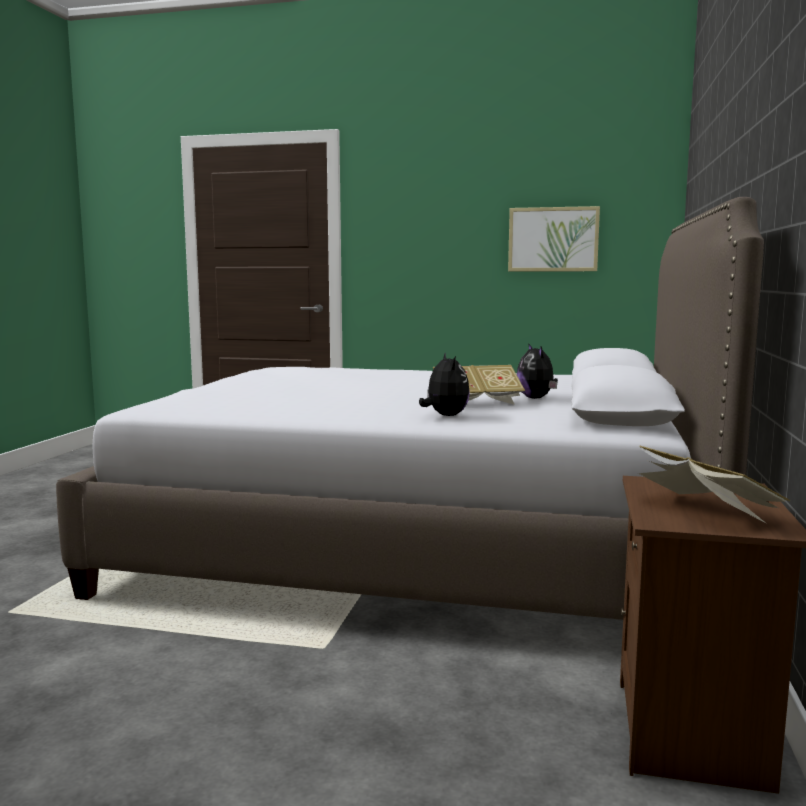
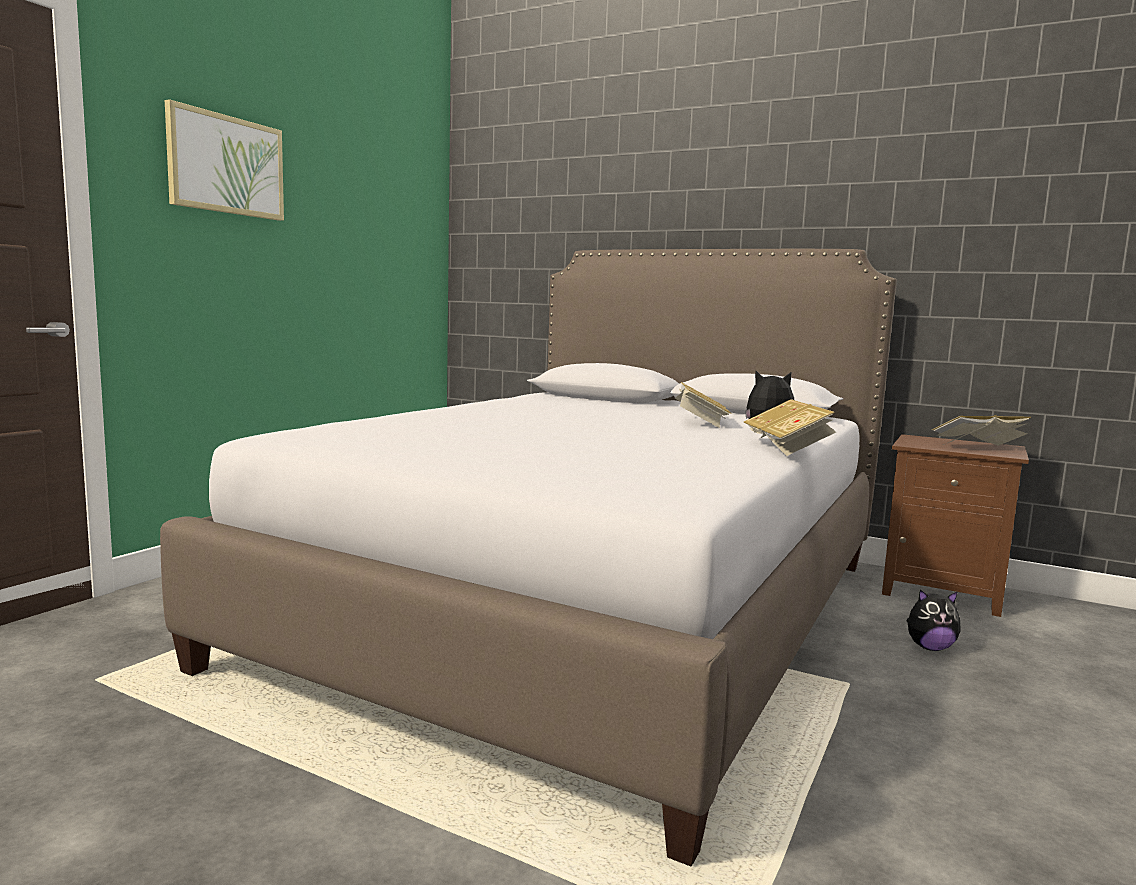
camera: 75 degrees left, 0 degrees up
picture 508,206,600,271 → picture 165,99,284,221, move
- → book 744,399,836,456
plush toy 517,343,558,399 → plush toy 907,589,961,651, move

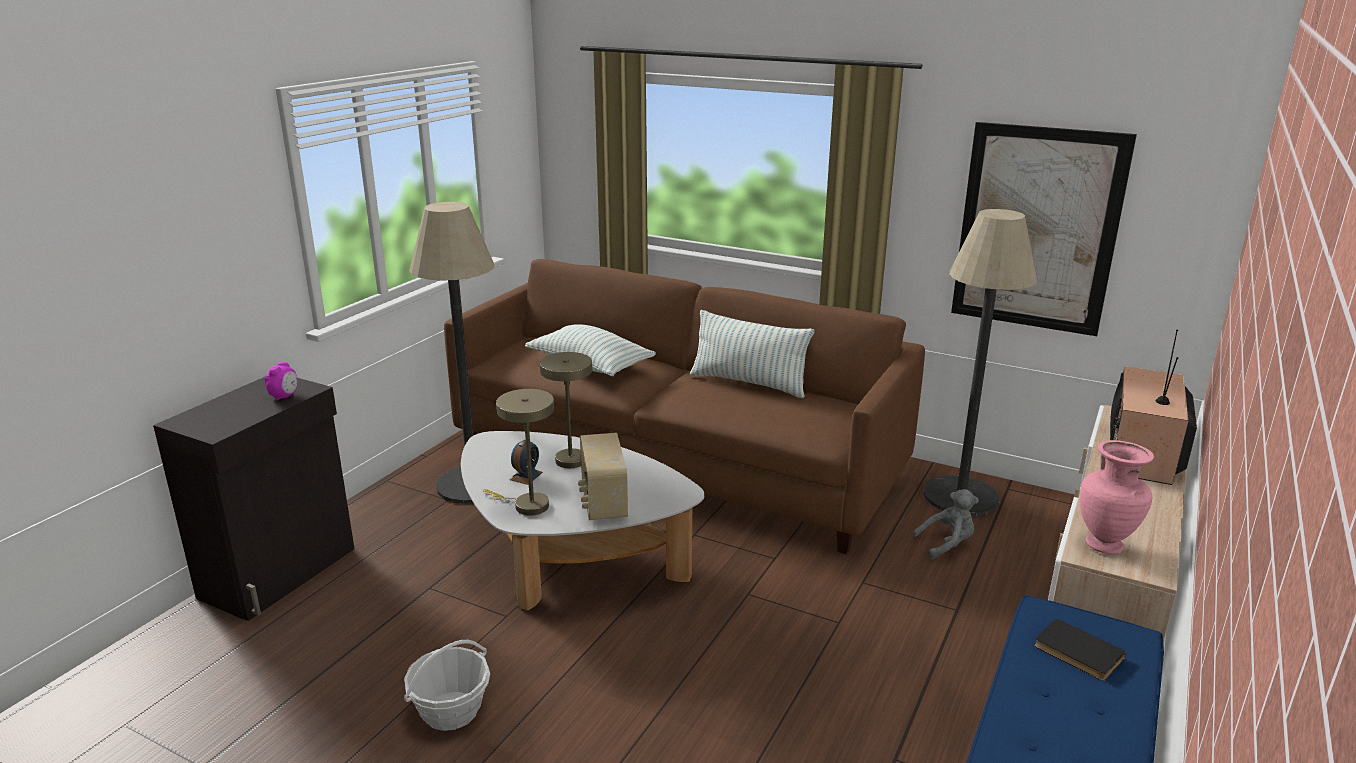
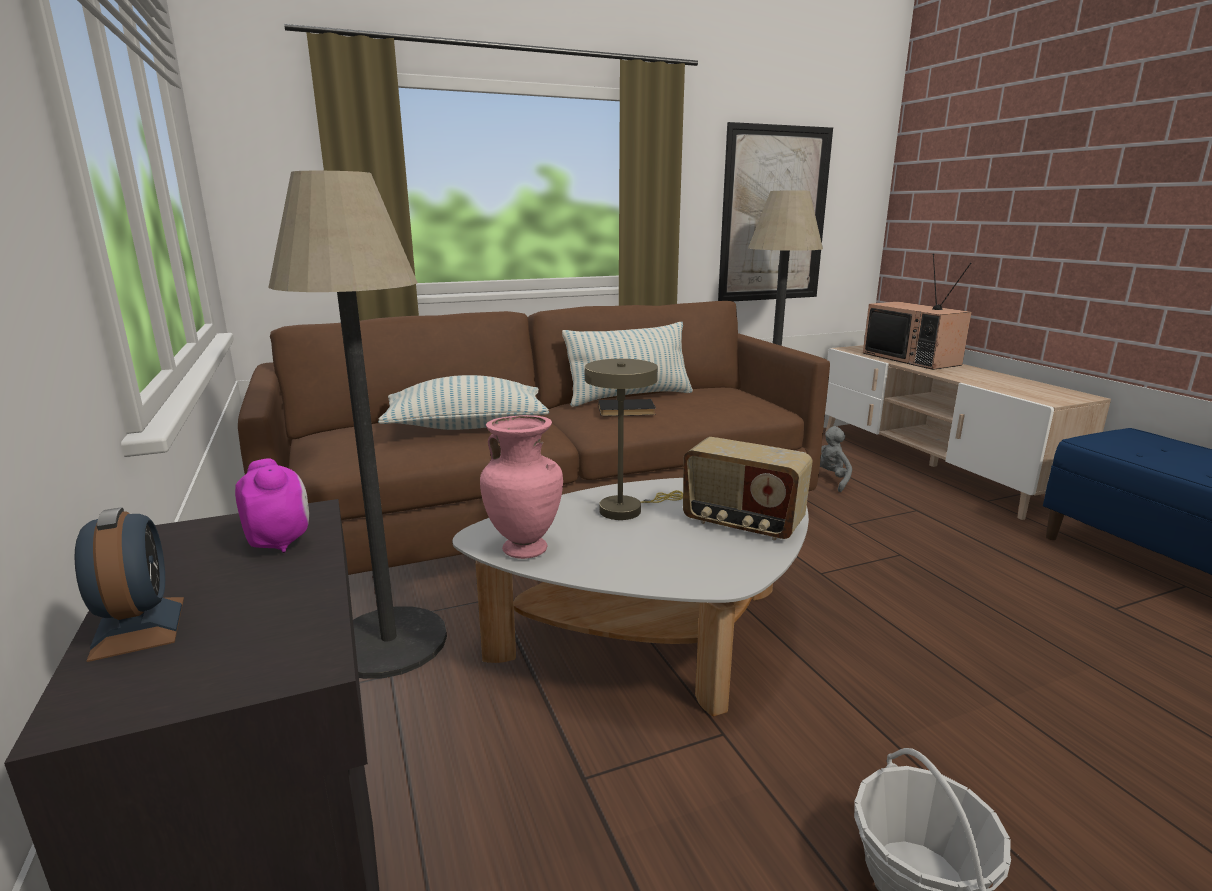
camera: 50 degrees left, 5 degrees down
alarm clock 510,440,543,485 → alarm clock 74,507,184,662, move
pink vase 1080,440,1154,554 → pink vase 480,415,563,559, move
black book 1035,618,1126,681 → black book 598,399,656,416, move
beige table lamp 483,389,554,516 → -

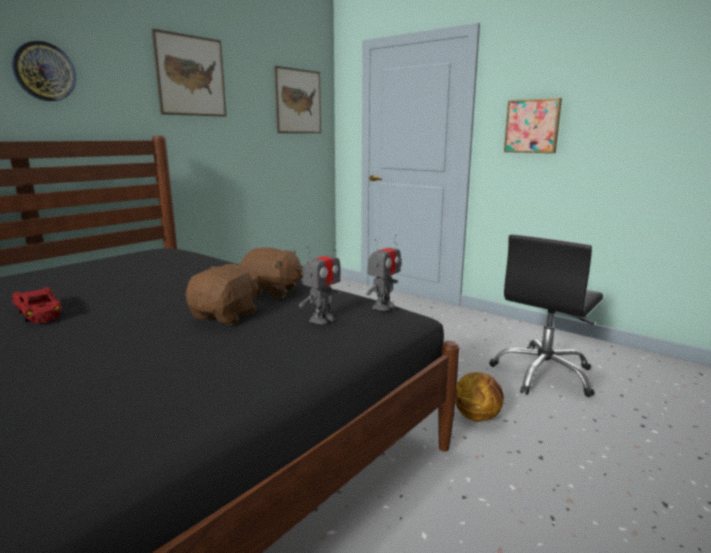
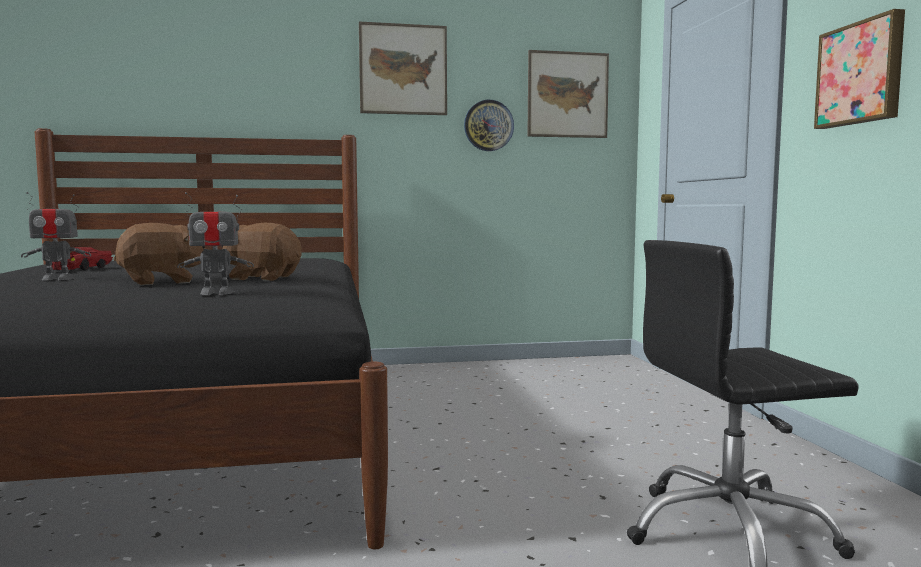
camera: 40 degrees right, 10 degrees down
toy robot 366,235,401,311 → toy robot 21,192,91,280, move
brown plush toy 240,248,303,298 → brown plush toy 222,223,302,281, 135 degrees clockwise
wall clock 12,41,76,101 → wall clock 464,100,514,151, move
basketball 455,372,504,422 → -

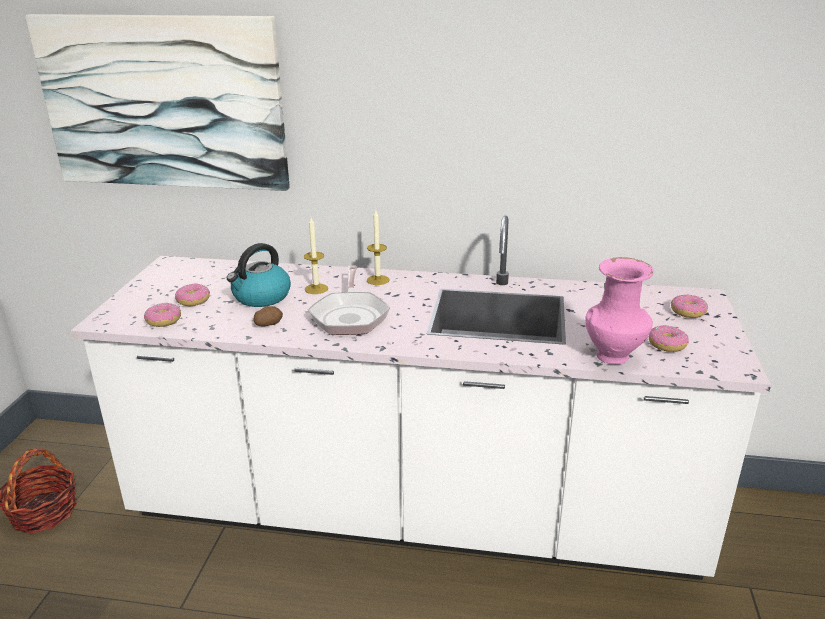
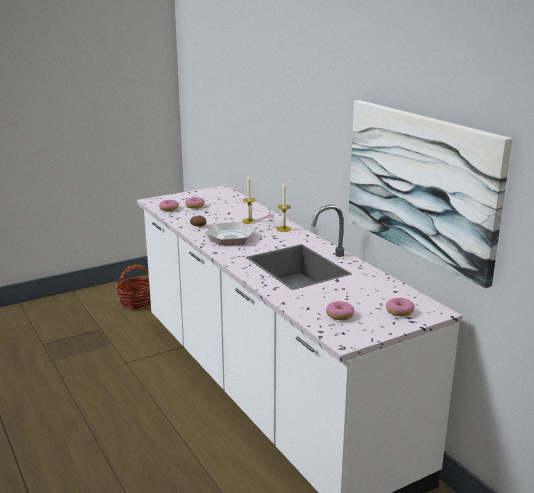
camera: 50 degrees right, 5 degrees down
picture 25,14,290,191 → picture 348,100,512,288, move
kettle 227,243,291,307 → -
pink vase 585,257,654,364 → -

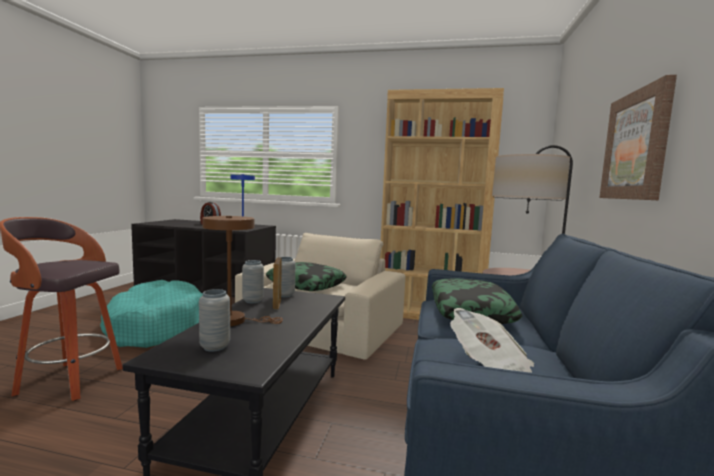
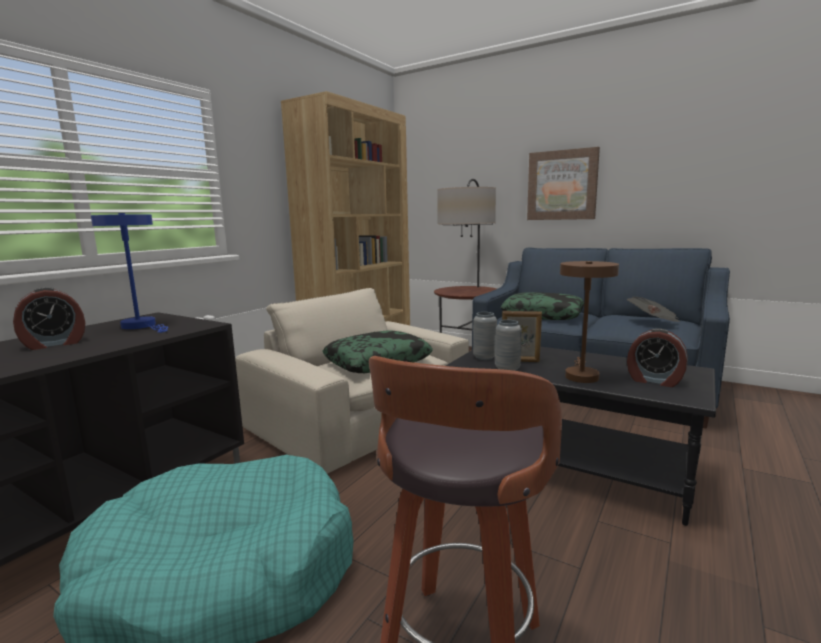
camera: 70 degrees left, 5 degrees up
grey vase 199,289,230,352 → alarm clock 627,328,688,387

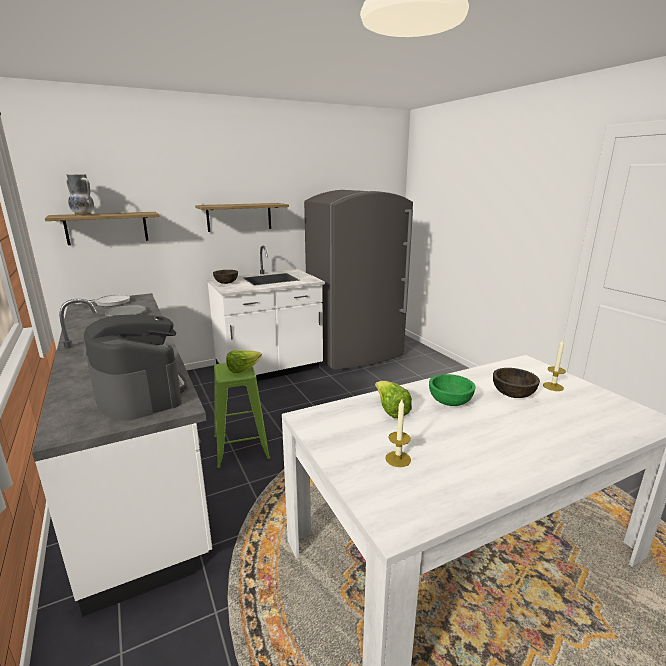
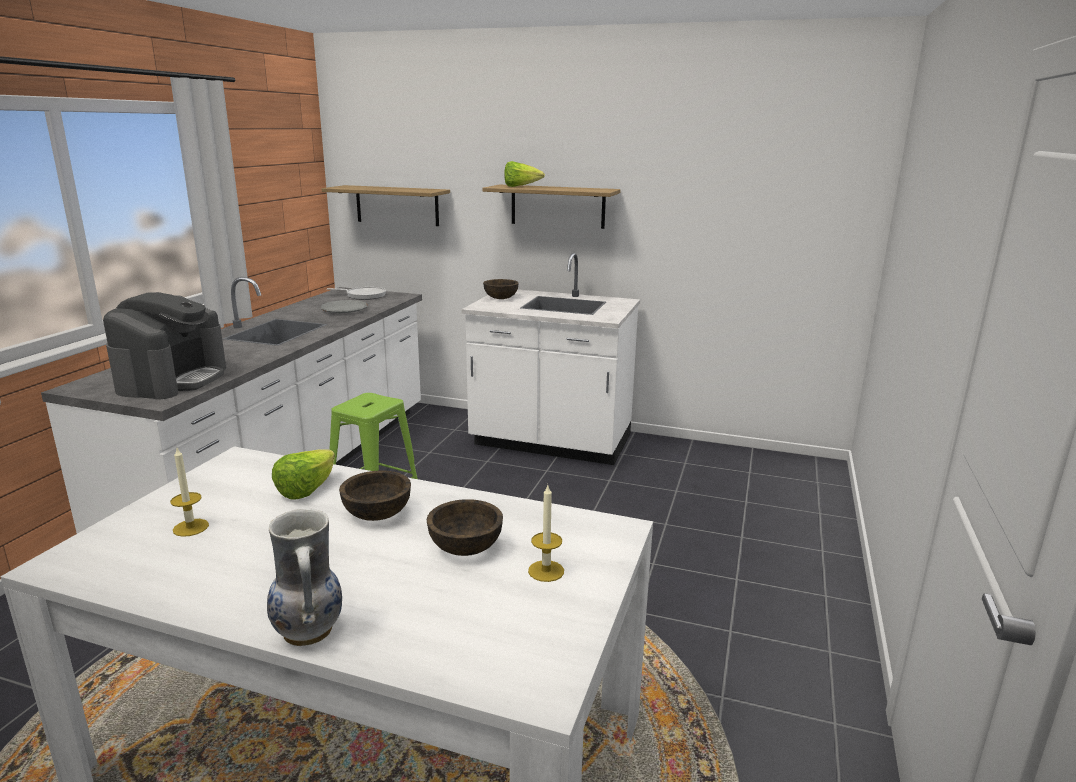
camera: 45 degrees right, 0 degrees up
vase 66,174,94,216 → vase 267,509,342,646, move
green bowl 429,374,476,406 → brown bowl 339,470,411,521
lettuce 226,350,262,373 → lettuce 504,161,545,187, move
grey fridge 304,190,413,370 → -

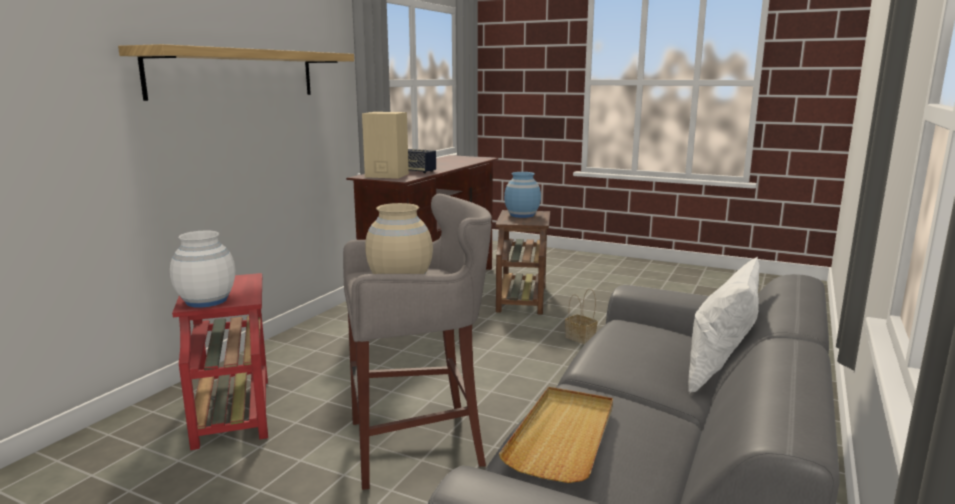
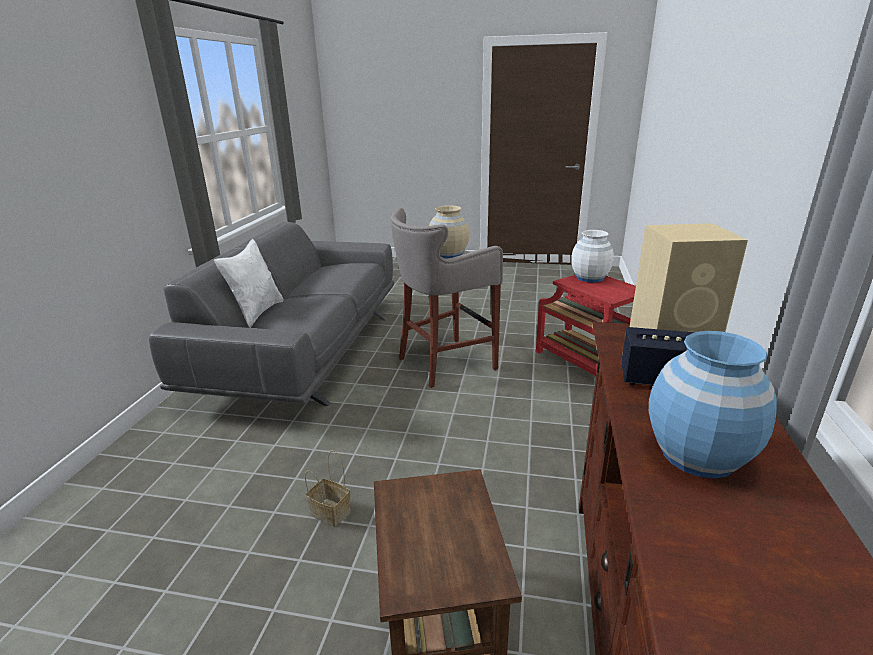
camera: 165 degrees right, 10 degrees up
blue vase 504,172,541,218 → blue vase 649,331,777,479, move
shelf 118,44,354,101 → -
beige tray 499,387,613,483 → -

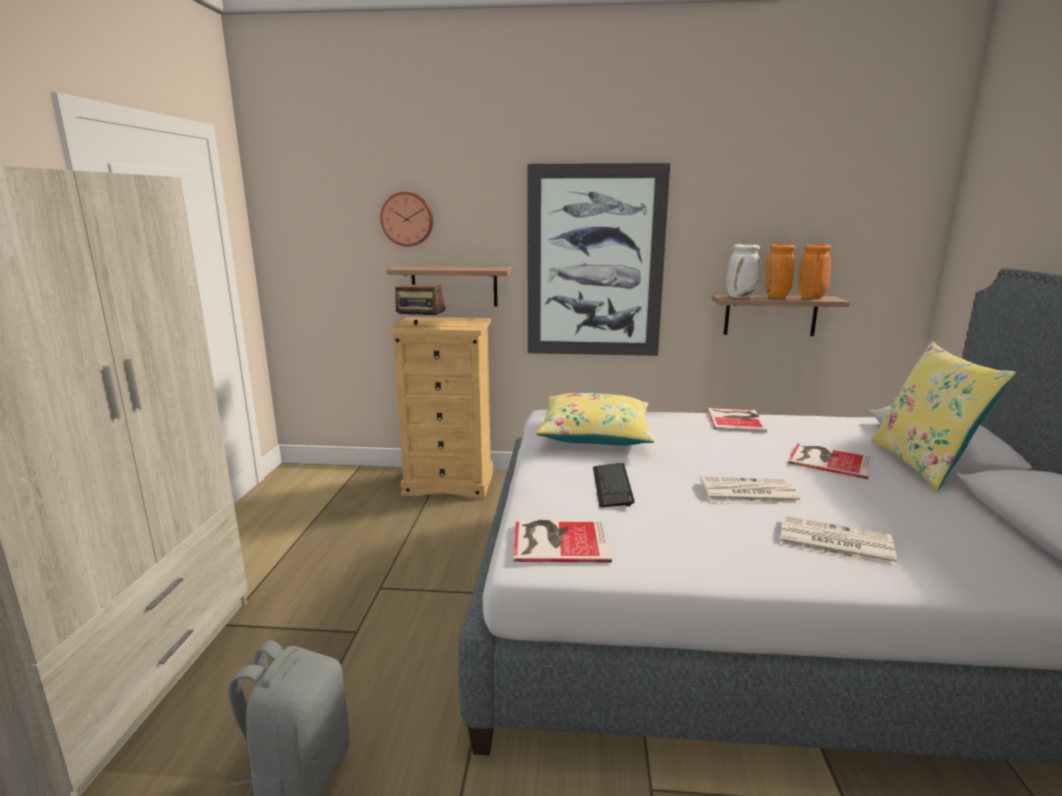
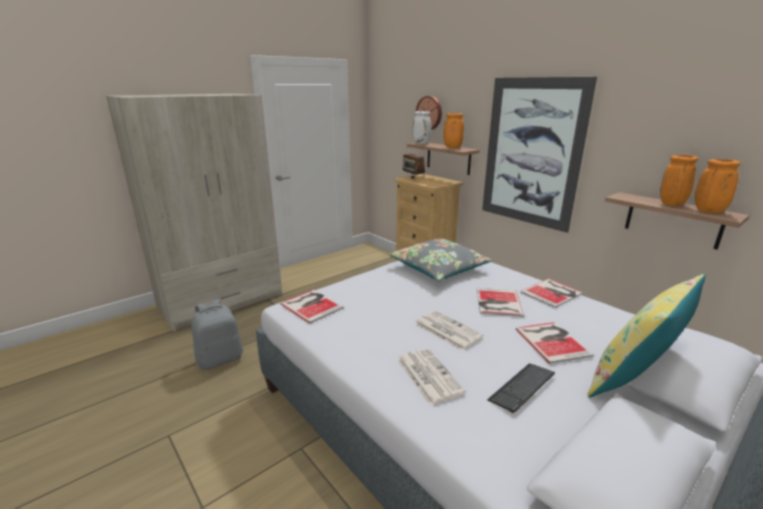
camera: 45 degrees right, 5 degrees up
yellow pillow 536,393,654,446 → grey pillow 389,238,492,281
white vase 726,244,760,298 → white vase 412,111,431,144, move
- → orange vase 443,113,464,148
- → book 477,288,524,317
keyboard 593,463,635,507 → keyboard 487,364,555,413, move

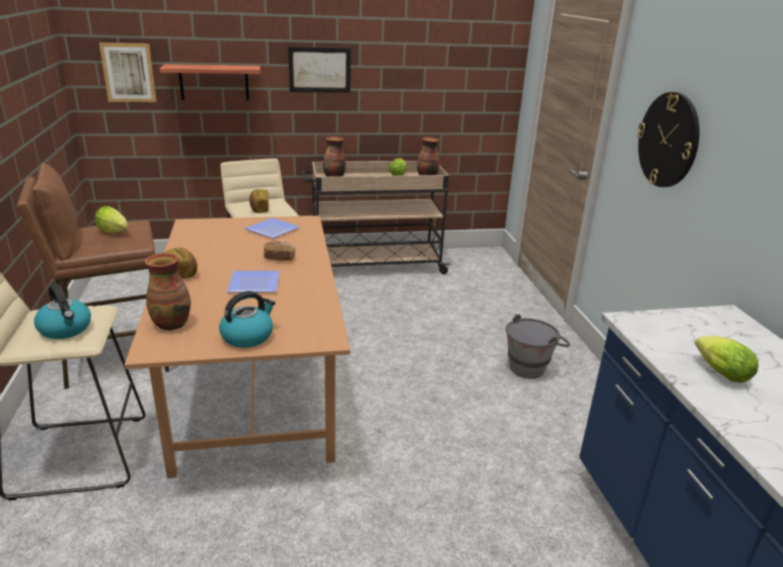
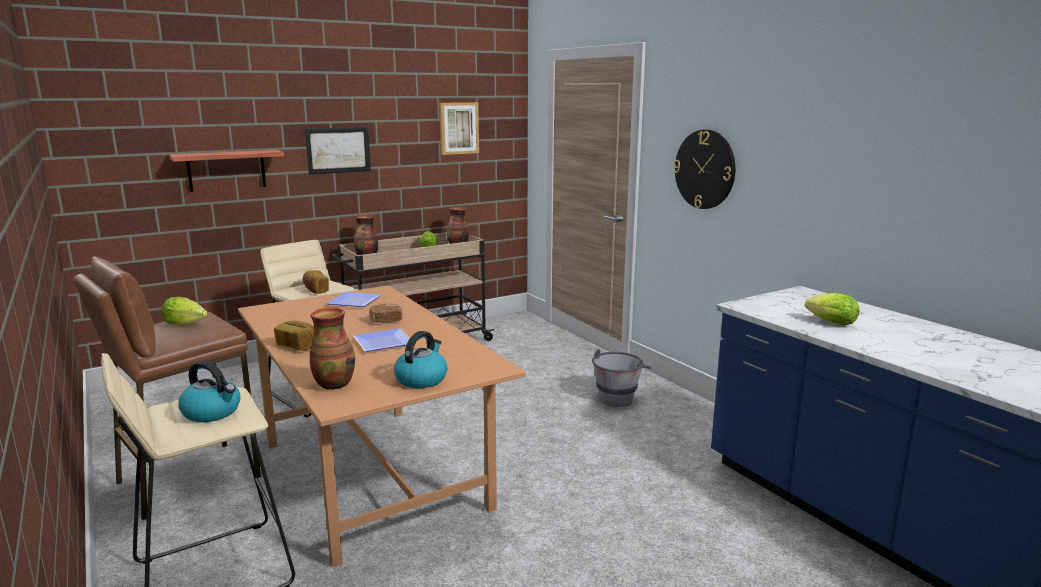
camera: 20 degrees left, 10 degrees down
picture 99,43,156,102 → picture 439,102,479,155, move

